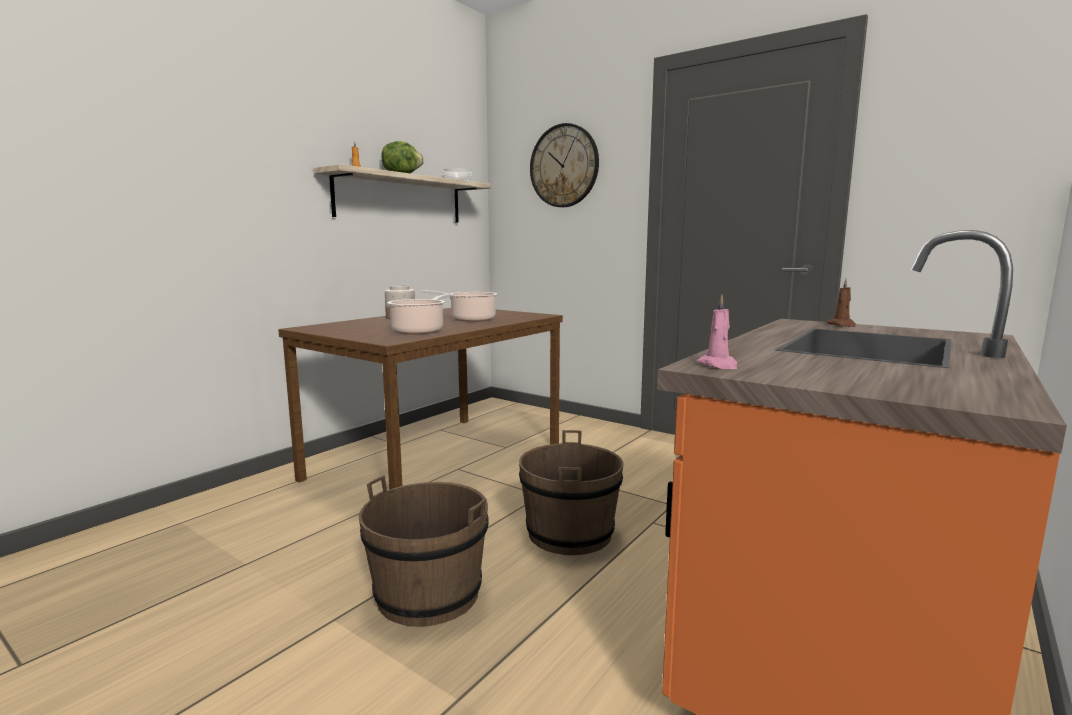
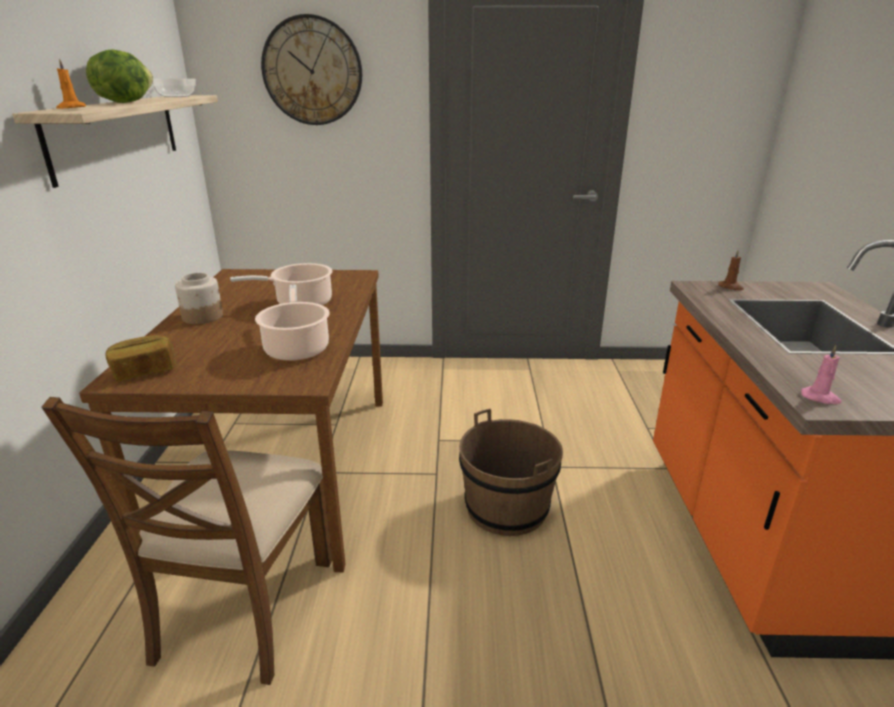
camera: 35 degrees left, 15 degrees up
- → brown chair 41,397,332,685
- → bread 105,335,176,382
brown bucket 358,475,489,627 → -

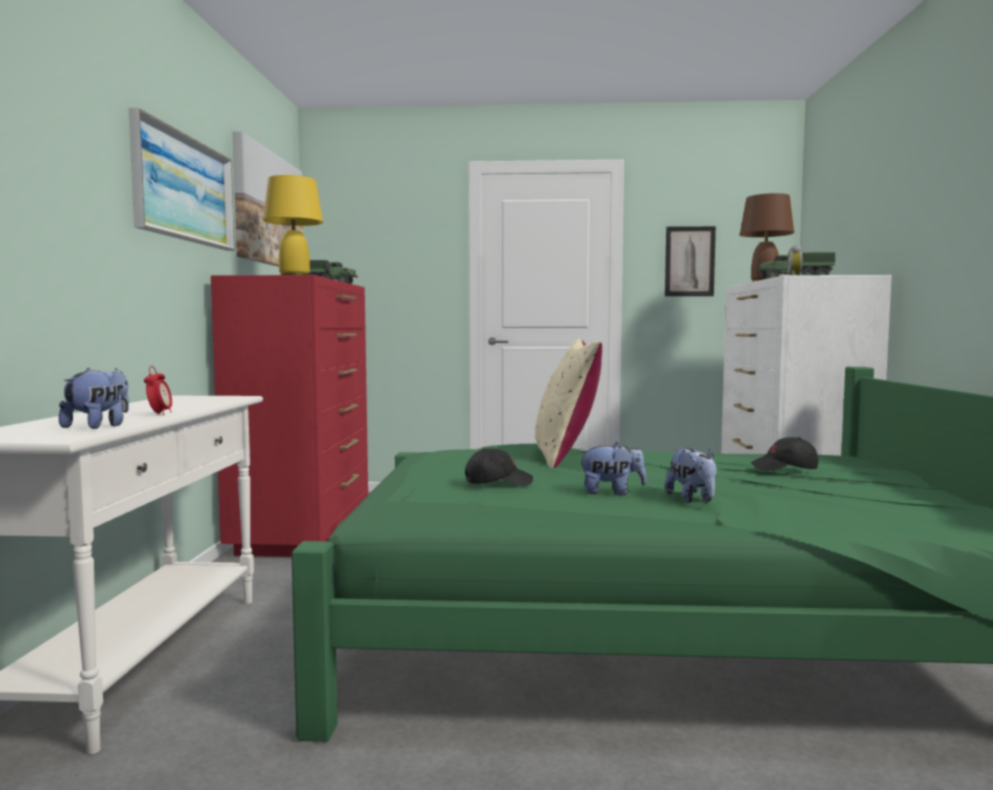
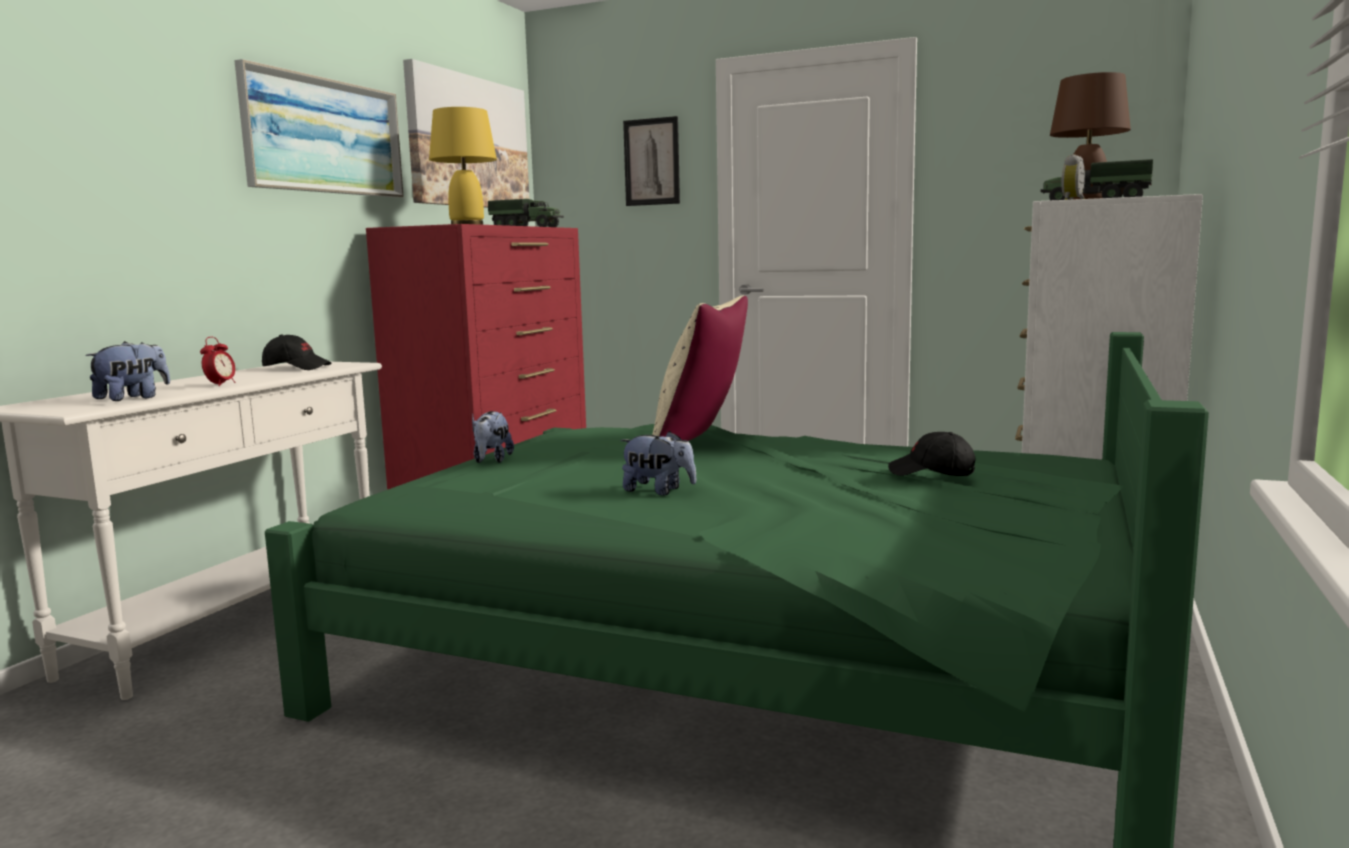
camera: 20 degrees right, 5 degrees up
black cap 465,449,533,486 → black cap 262,334,331,370, move
plush toy 664,448,717,503 → plush toy 472,411,514,463, move
picture 665,226,716,296 → picture 623,116,680,206, move

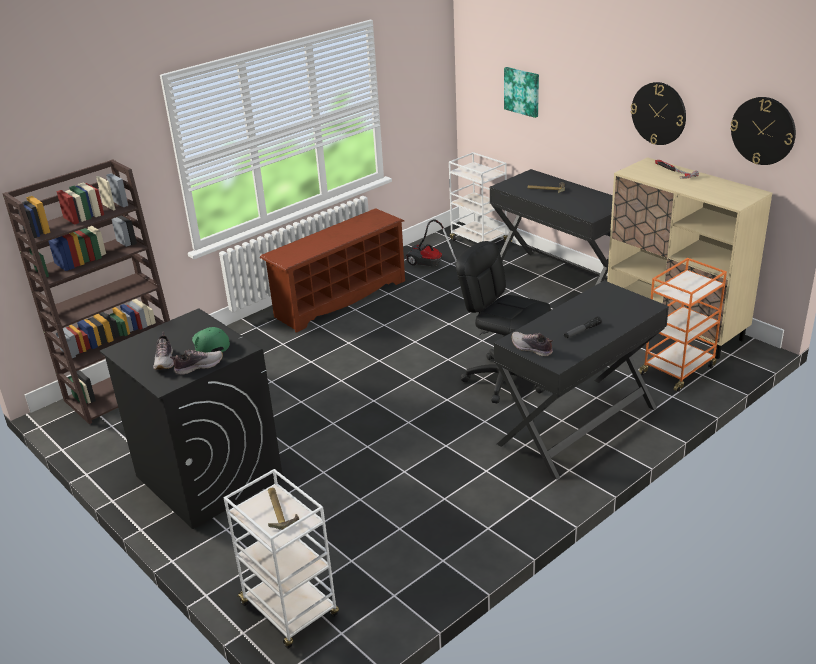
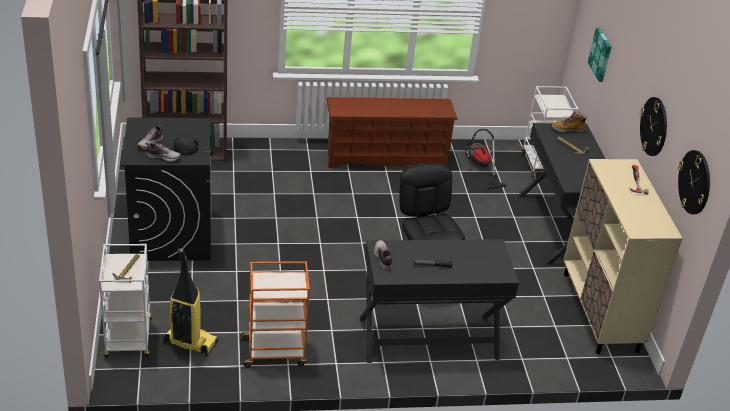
camera: 30 degrees right, 5 degrees up
- → vacuum cleaner 164,248,218,356
green cap 192,327,230,353 → black cap 173,134,200,155
orange cart 639,258,727,392 → orange cart 240,261,310,368, move
- → boot 552,111,587,133

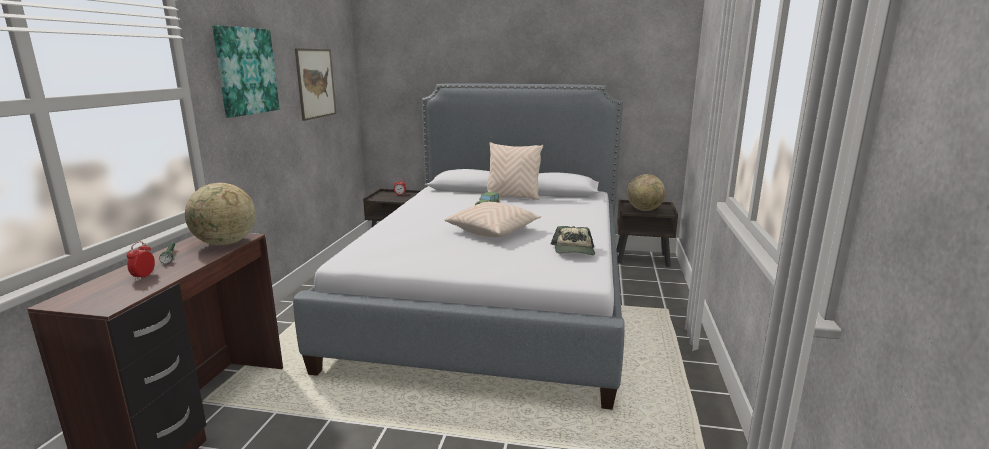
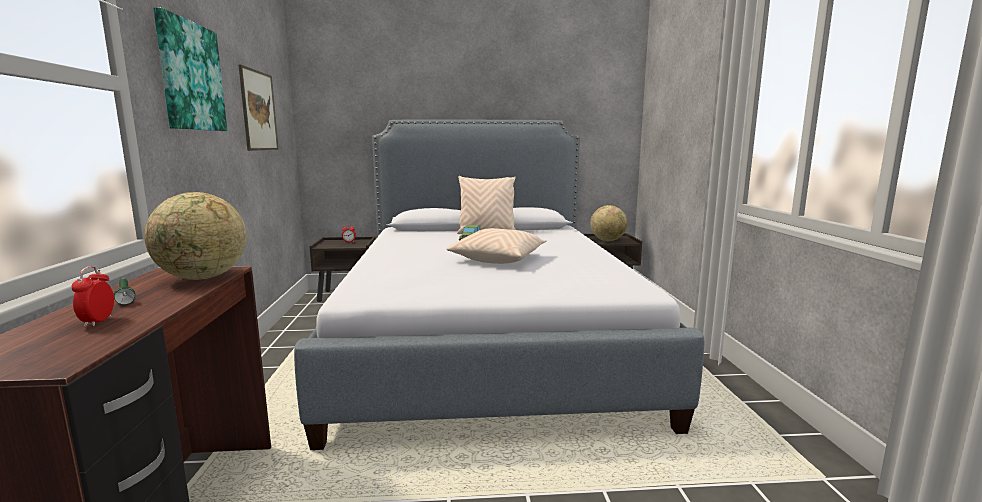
camera: 15 degrees left, 5 degrees down
cap 551,226,595,255 → -

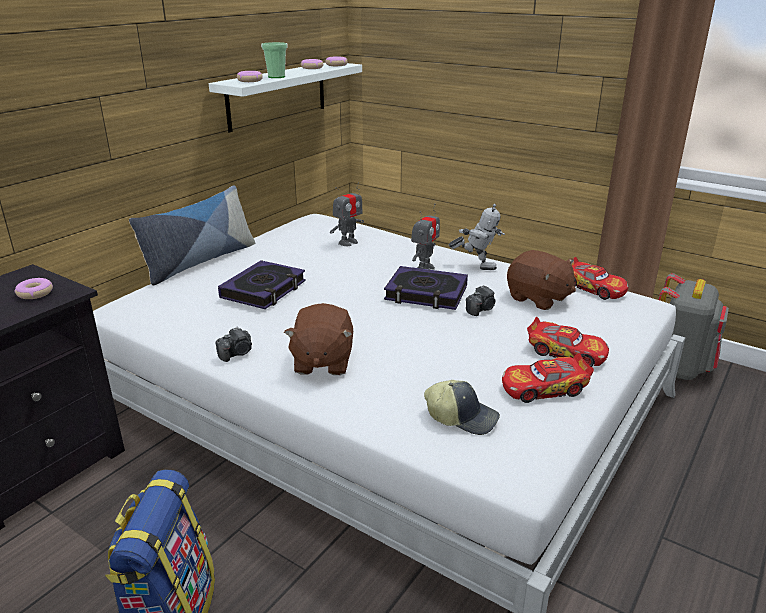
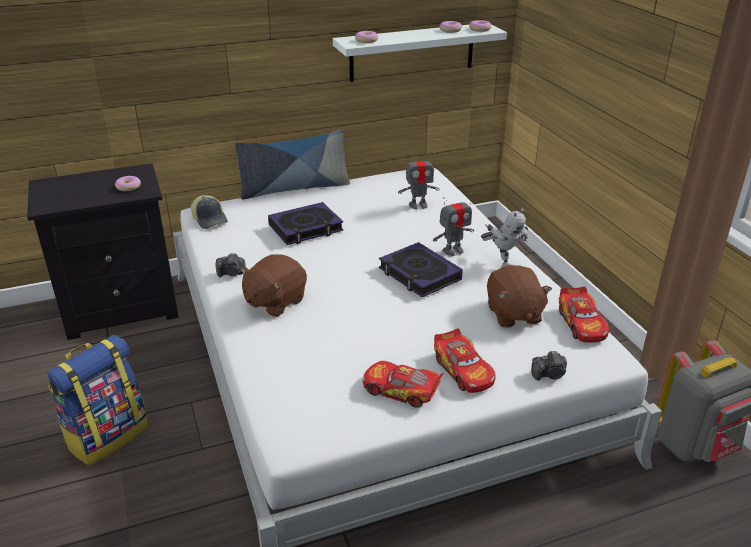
camera: 35 degrees right, 5 degrees up
cap 424,380,500,435 → cap 191,195,228,229, move
photo camera 466,285,496,316 → photo camera 531,351,567,381, move
cup 261,42,287,78 → -

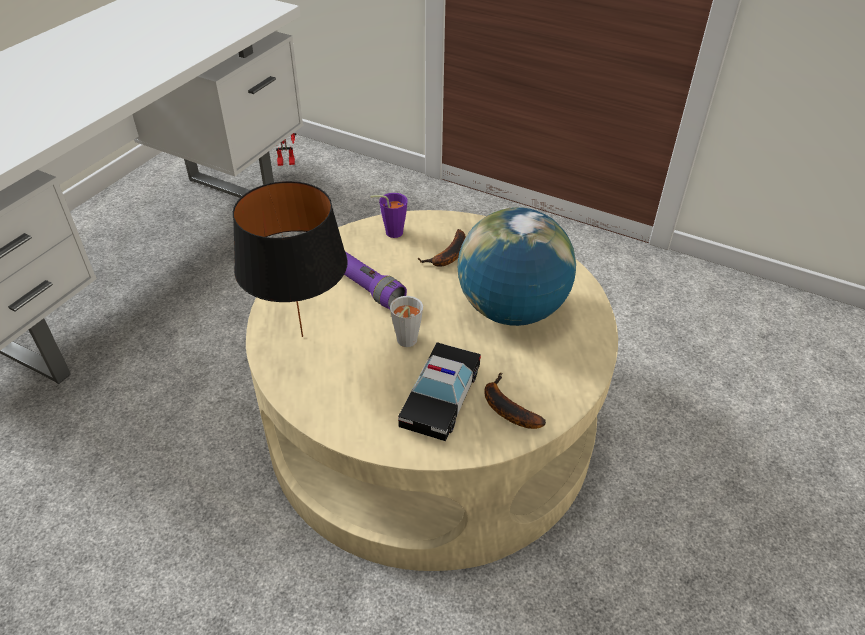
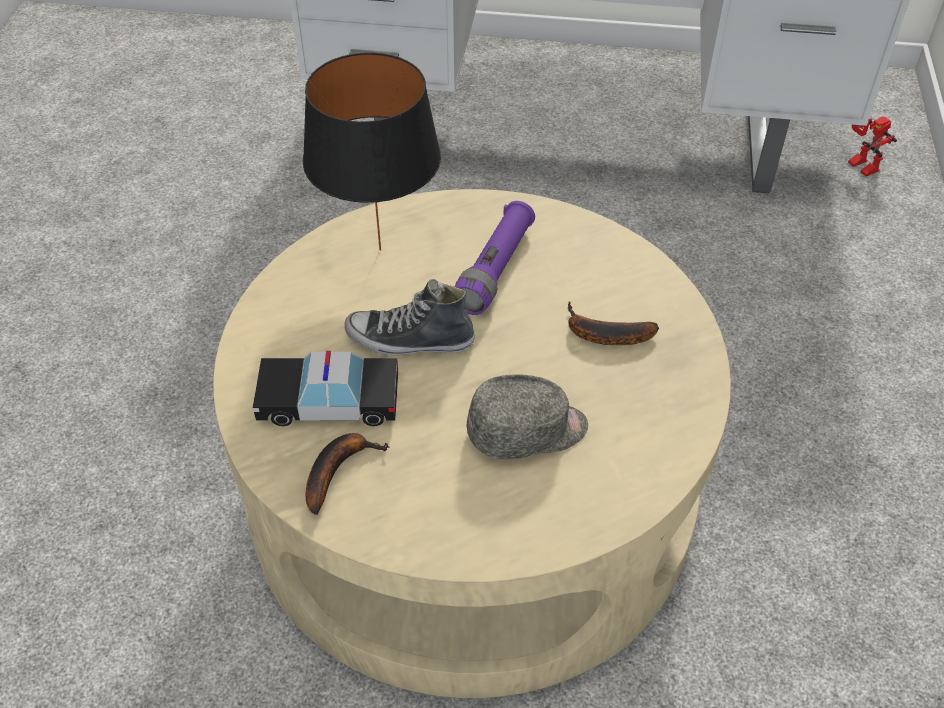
camera: 70 degrees right, 5 degrees up
grey cup 390,296,423,347 → shoe 344,279,475,355
globe 458,207,576,326 → grey cap 467,375,588,460
purple cup 370,193,408,238 → -

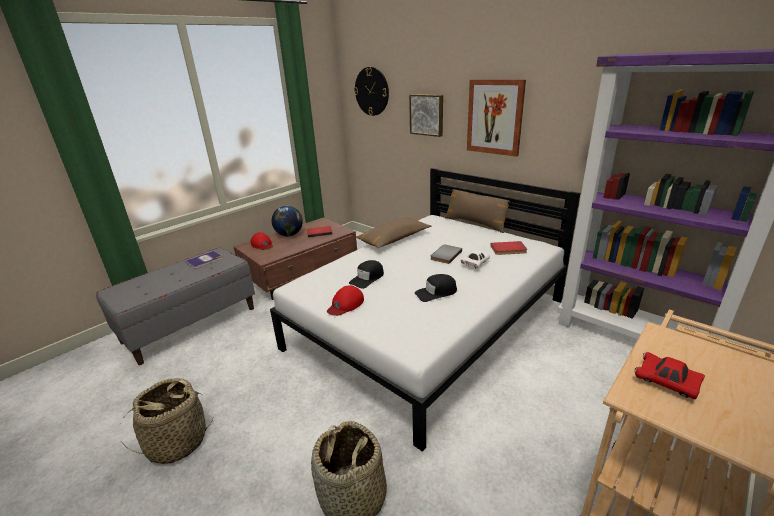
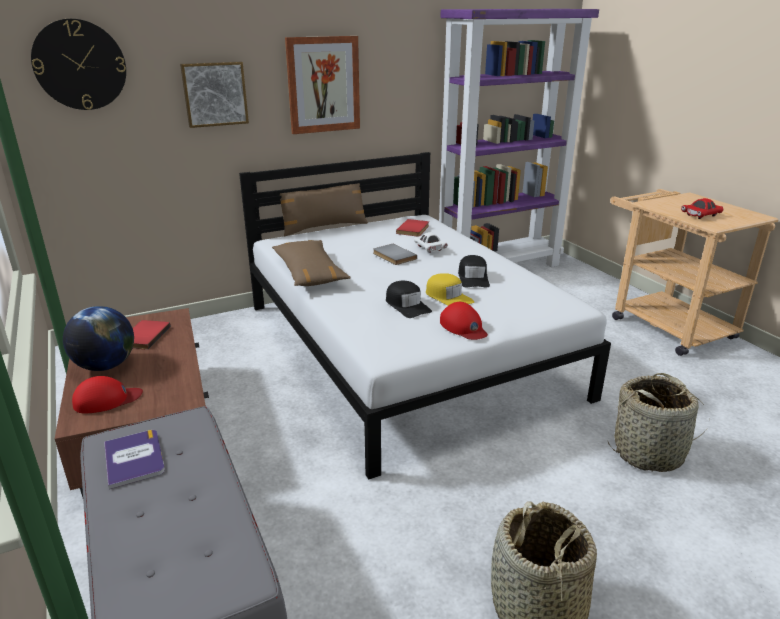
camera: 70 degrees left, 0 degrees up
- → yellow cap 426,273,475,306

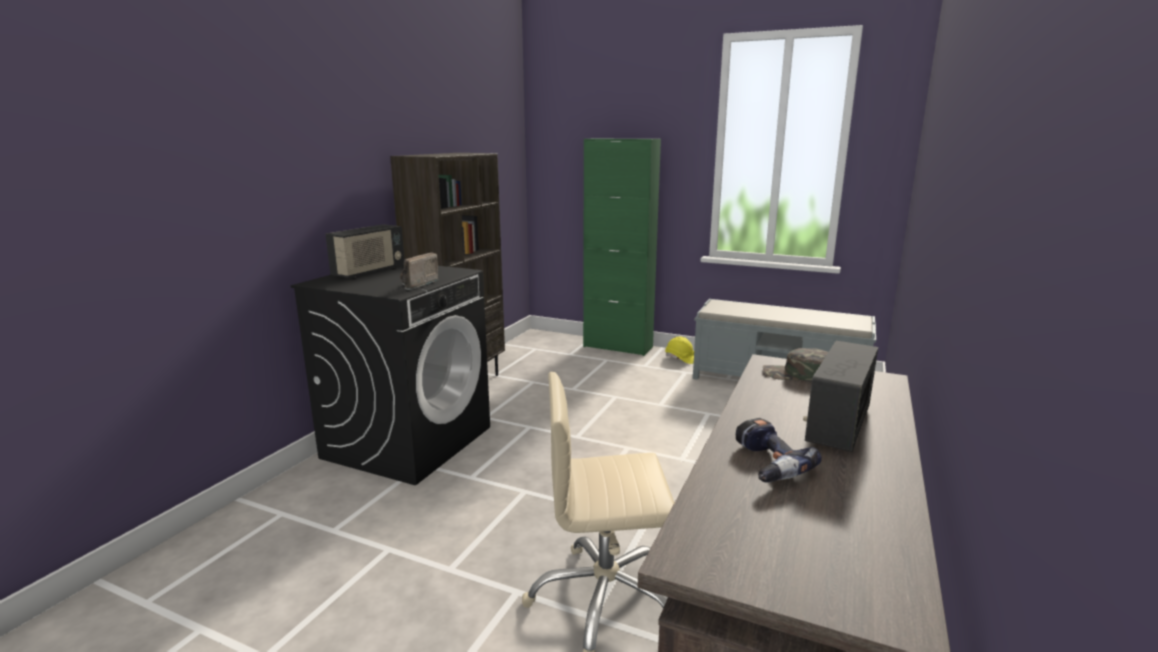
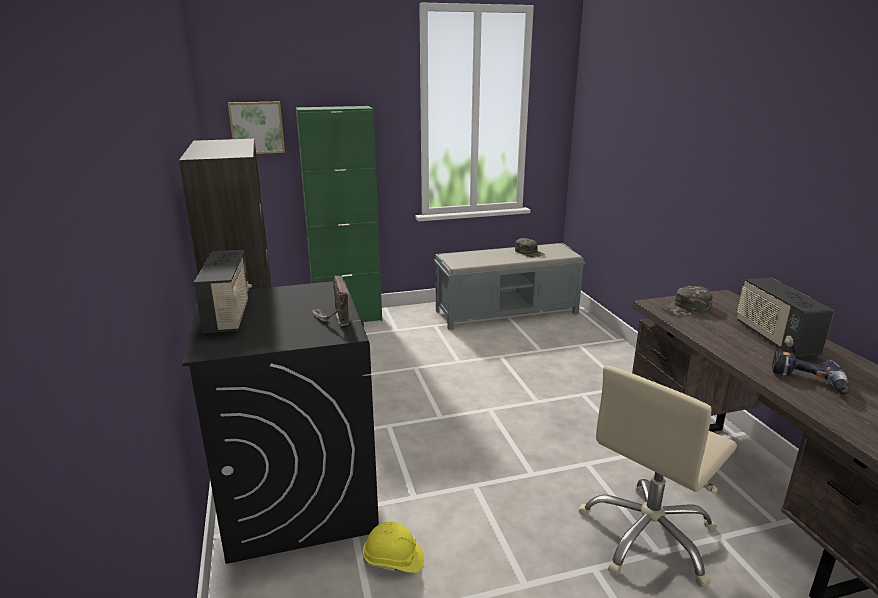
camera: 40 degrees left, 5 degrees up
- → picture 228,101,285,154
yellow hard hat 665,336,694,364 → yellow hard hat 363,522,424,573, move
- → green cap 515,238,545,258

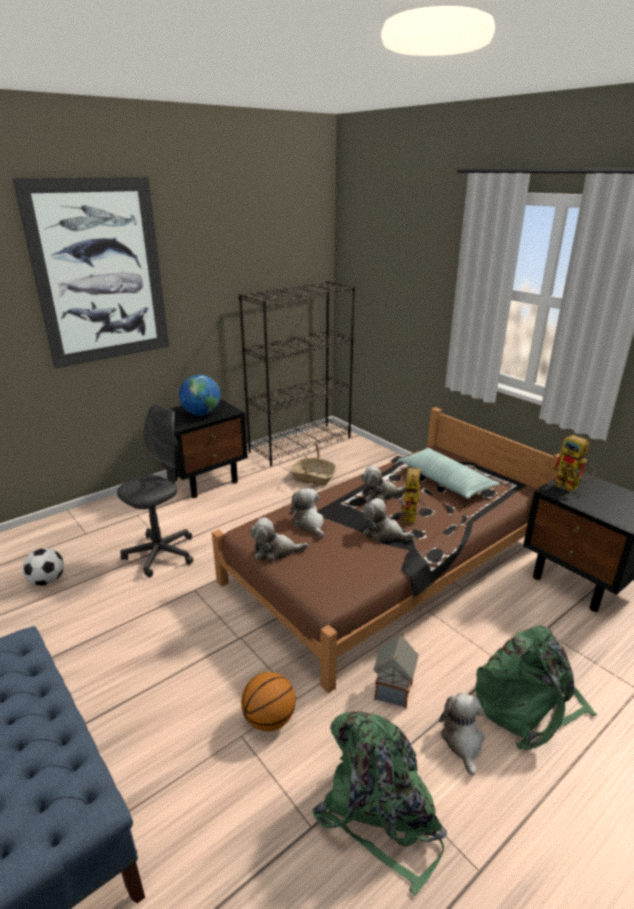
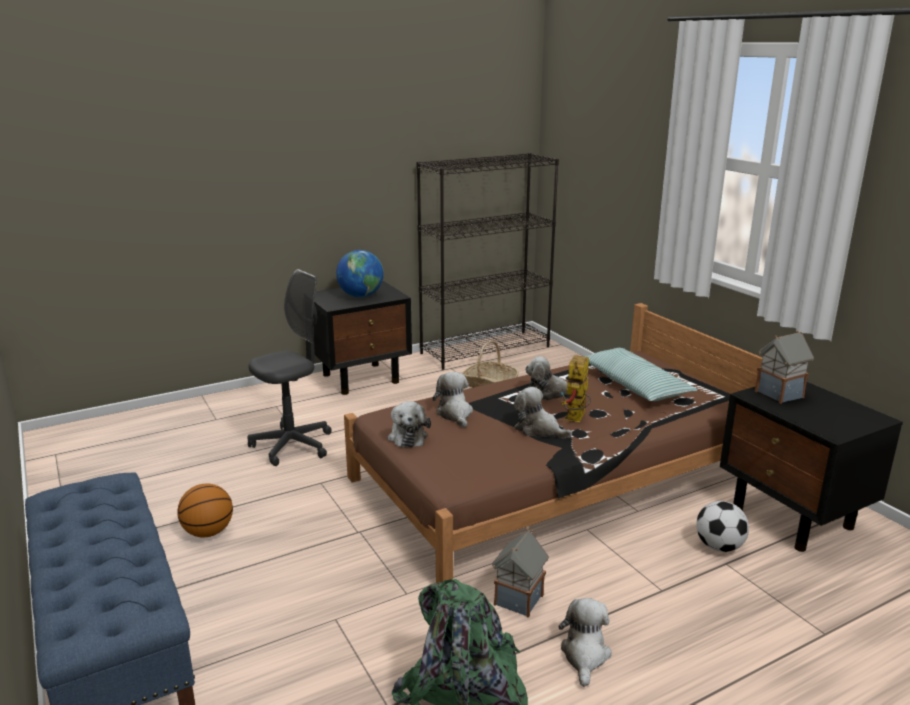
camera: 10 degrees right, 5 degrees down
basketball 241,672,296,731 → basketball 177,484,233,537, move
plush toy 250,517,308,562 → plush toy 388,401,431,448, 105 degrees counterclockwise
football 23,548,64,586 → football 696,501,749,552, move
toy robot 552,435,595,492 → toy house 754,331,814,404
picture 12,177,169,369 → -
green backpack 476,625,597,750 → -

